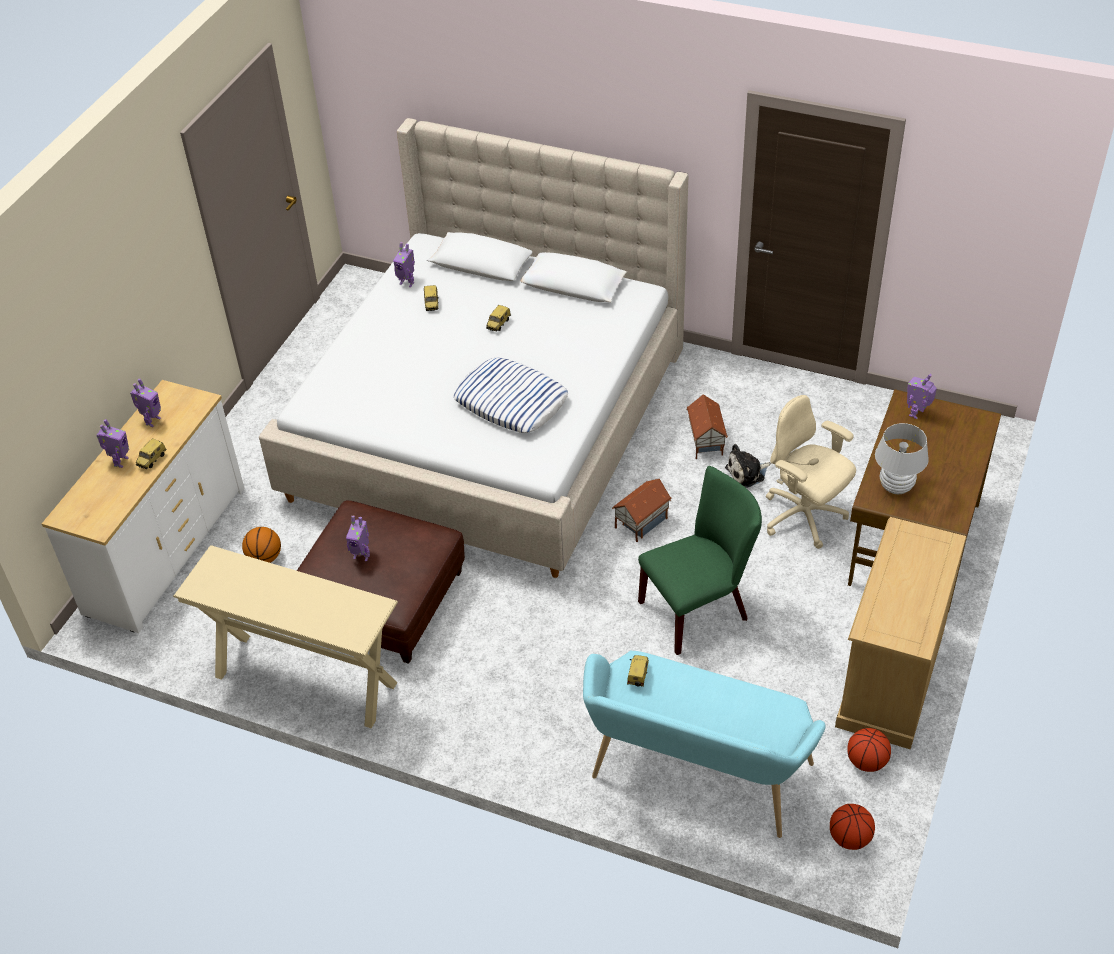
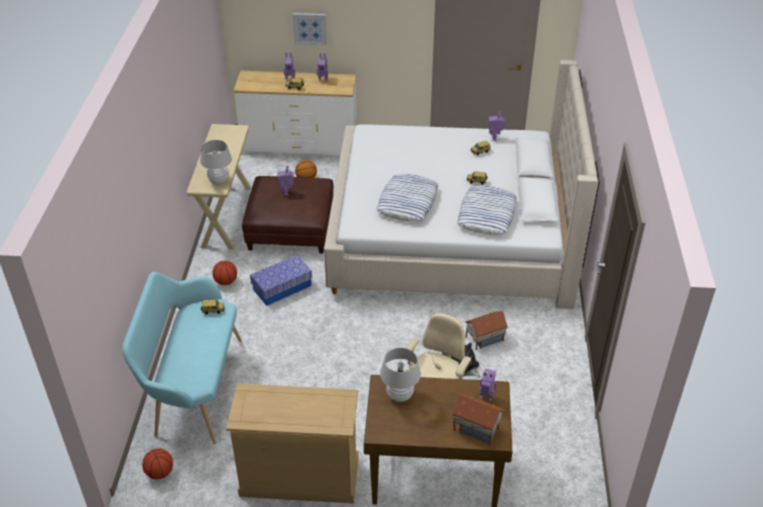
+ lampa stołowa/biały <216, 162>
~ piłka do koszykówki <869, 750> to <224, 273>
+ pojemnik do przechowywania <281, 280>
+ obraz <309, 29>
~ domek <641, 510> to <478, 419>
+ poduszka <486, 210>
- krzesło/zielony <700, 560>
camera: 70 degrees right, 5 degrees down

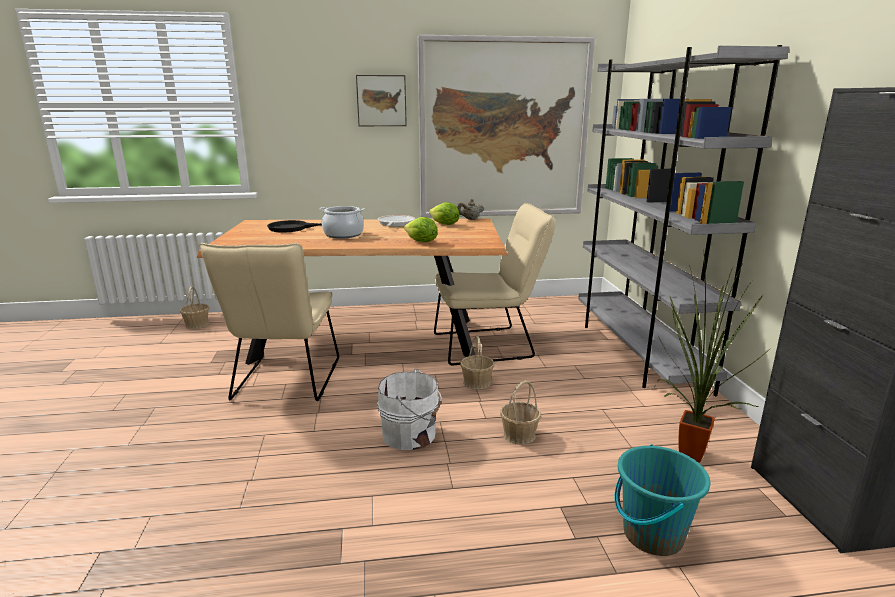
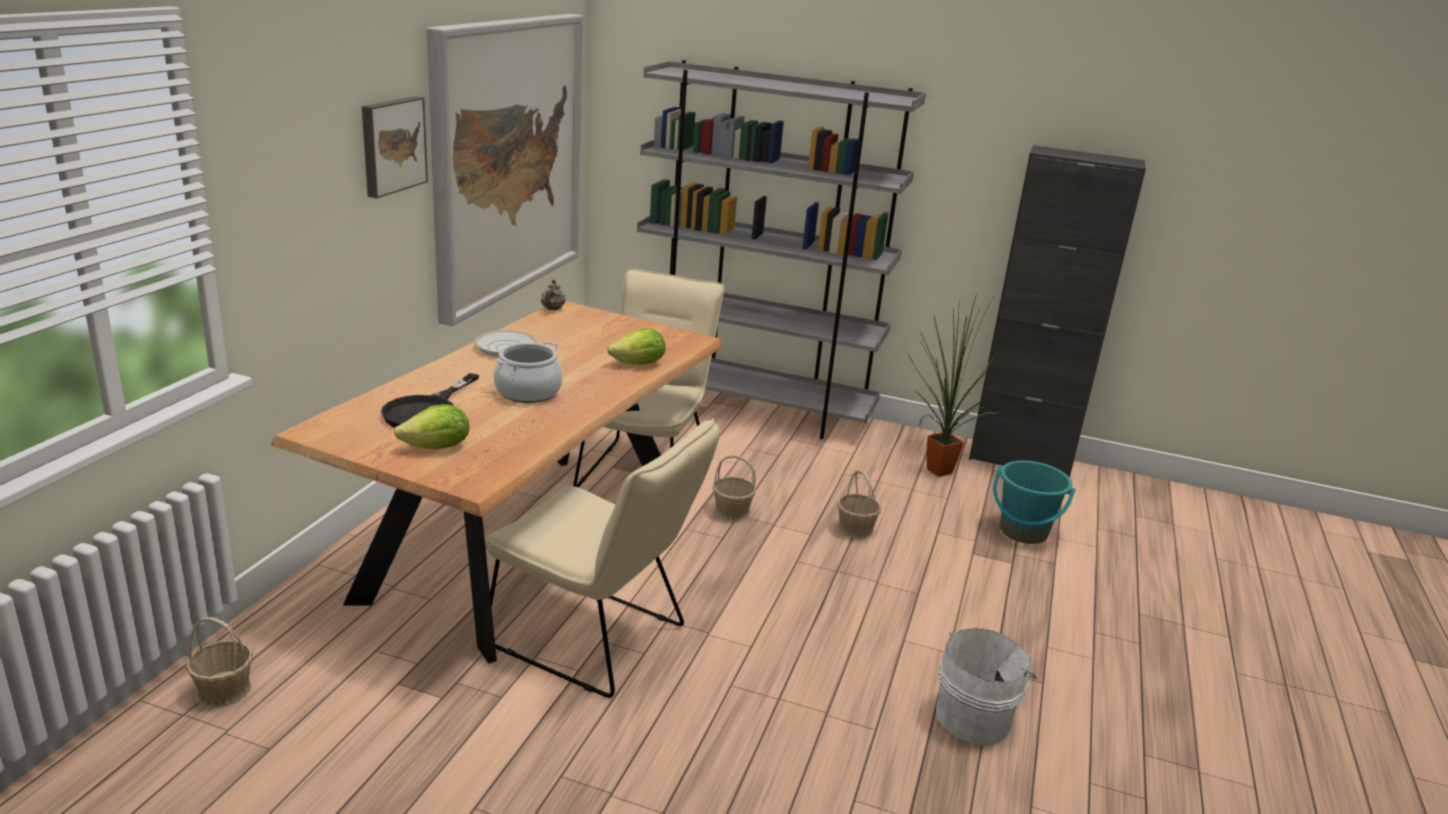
~ sałata <444, 213> to <431, 426>
~ wiadro/biały <409, 409> to <986, 687>
camera: 65 degrees left, 5 degrees up

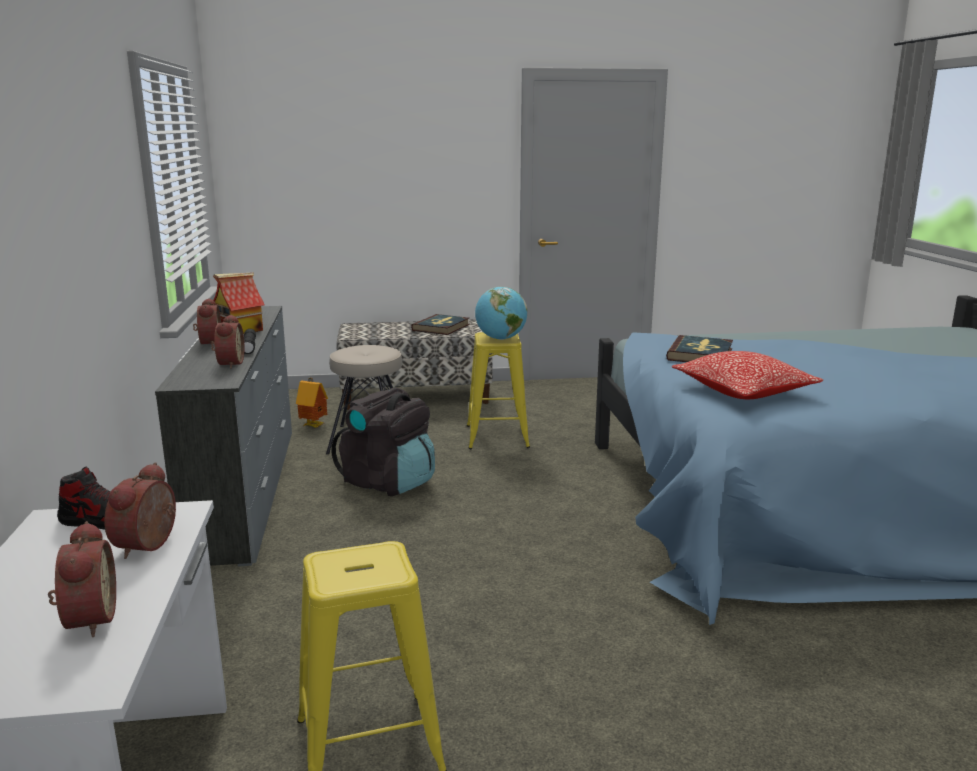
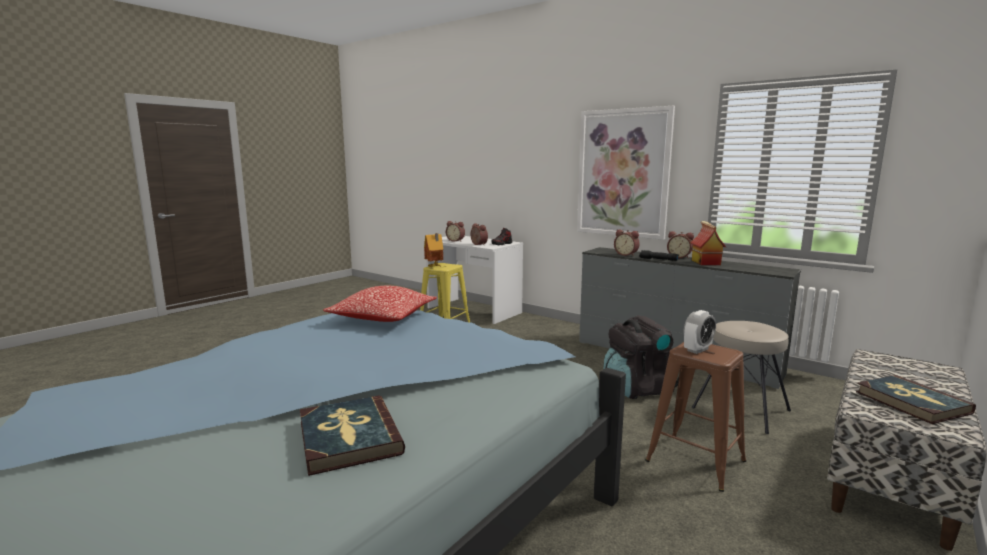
~ książka <699, 348> to <352, 435>
~ domek <312, 403> to <433, 250>
+ obraz <626, 173>
~ stołek/żółty <498, 390> to stołek/brązowy <696, 417>
~ globus <501, 313> to budzik <700, 332>
camera: 135 degrees right, 5 degrees down

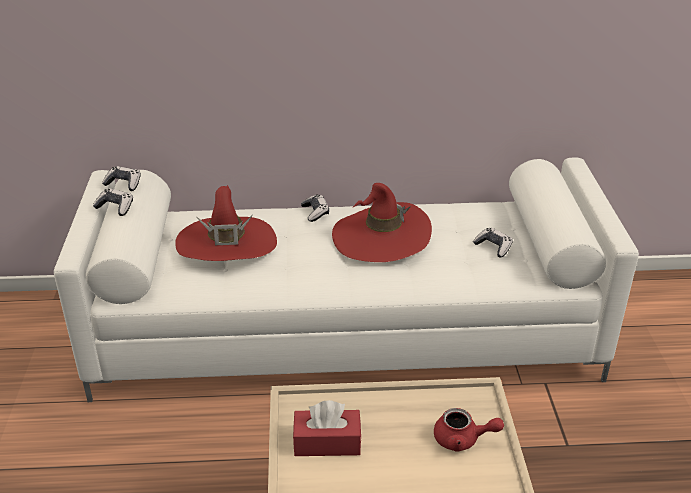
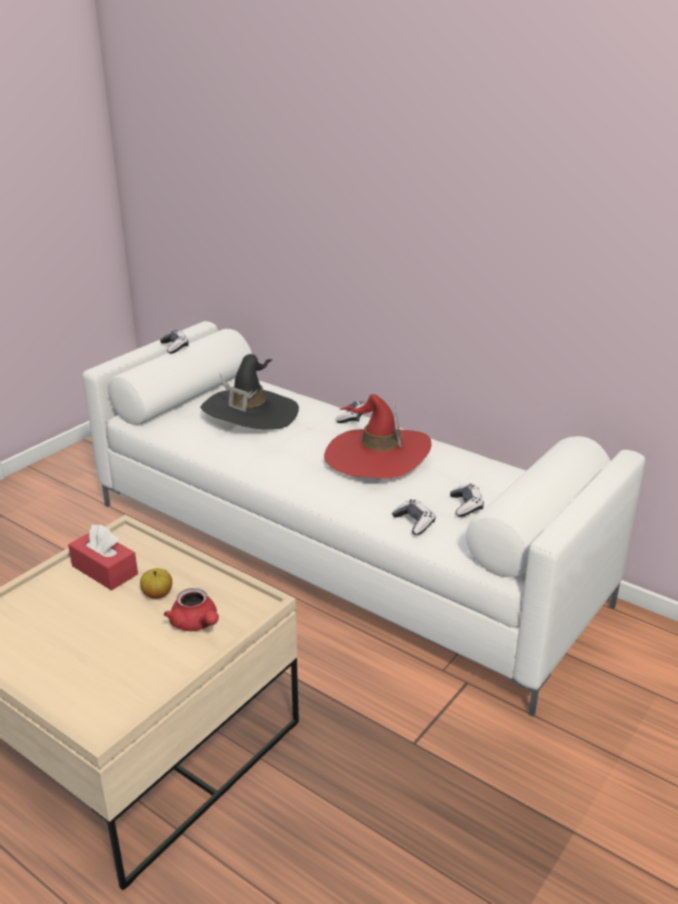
+ jabłko <156, 583>
~ kapelusz/czerwony <226, 223> to kapelusz/czarny <249, 391>
~ pad do gier <121, 178> to <414, 517>
camera: 40 degrees right, 5 degrees down

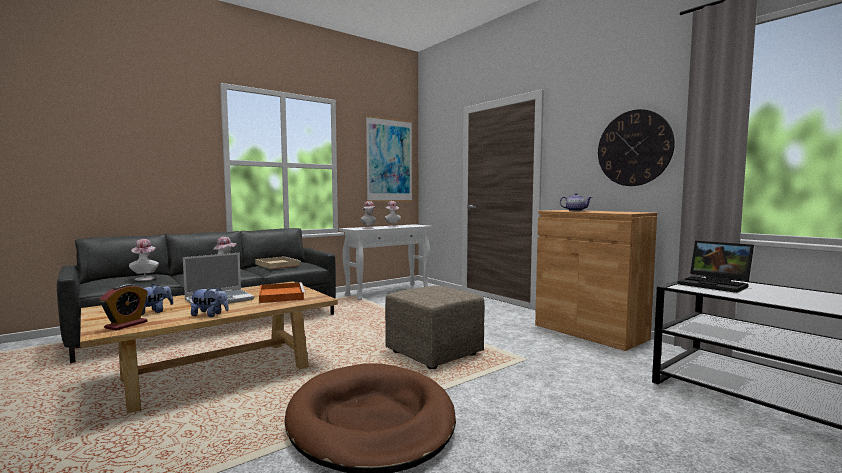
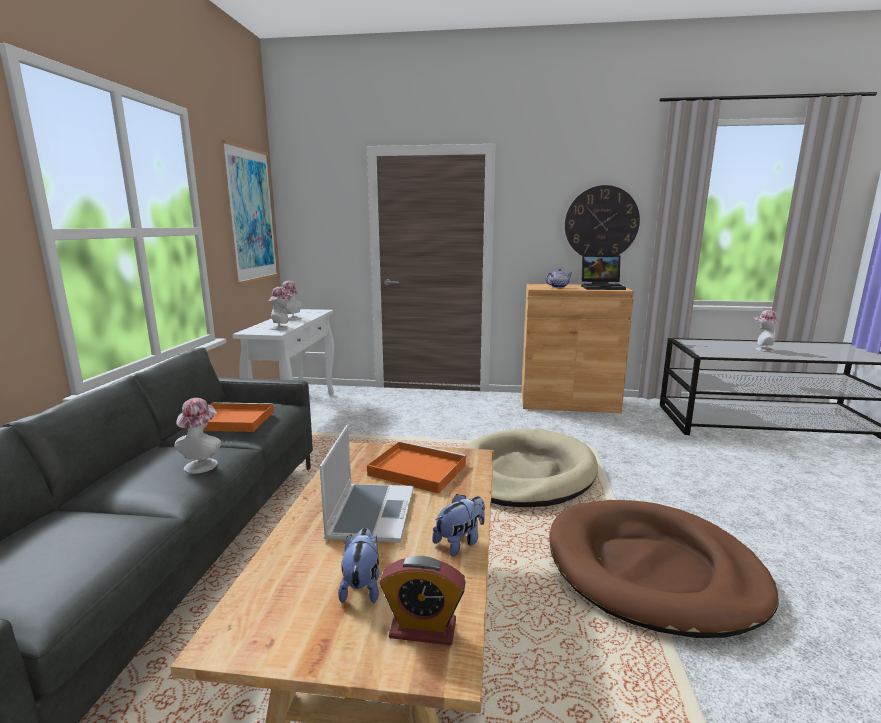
~ taca/beżowy <278, 262> to taca/pomarańczowy <230, 417>
~ budzik <123, 307> = <422, 600> 120 degrees clockwise
~ pufa/beżowy <435, 327> to legowisko/beżowy <531, 468>
~ laptop <716, 267> to <603, 272>
~ kapelusz <144, 260> to <767, 331>
camera: 45 degrees left, 10 degrees up

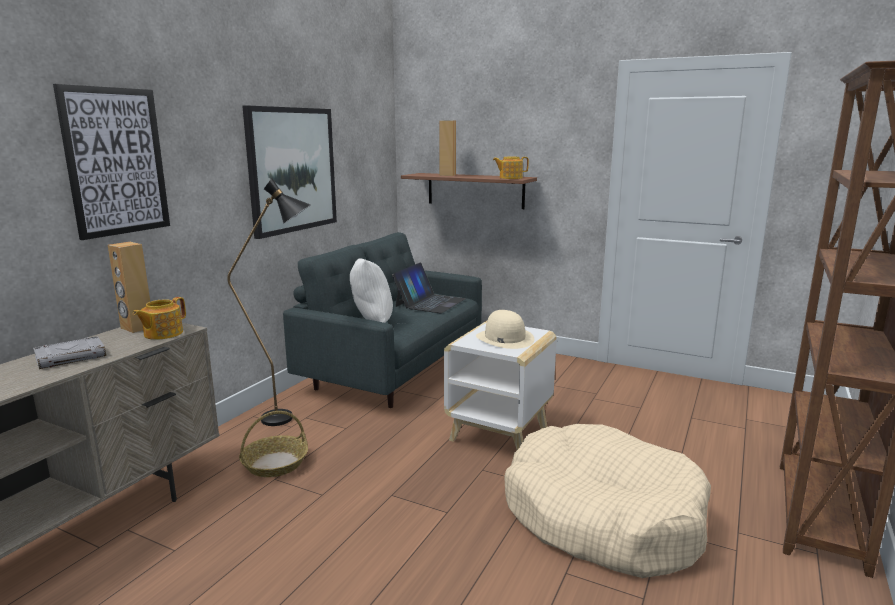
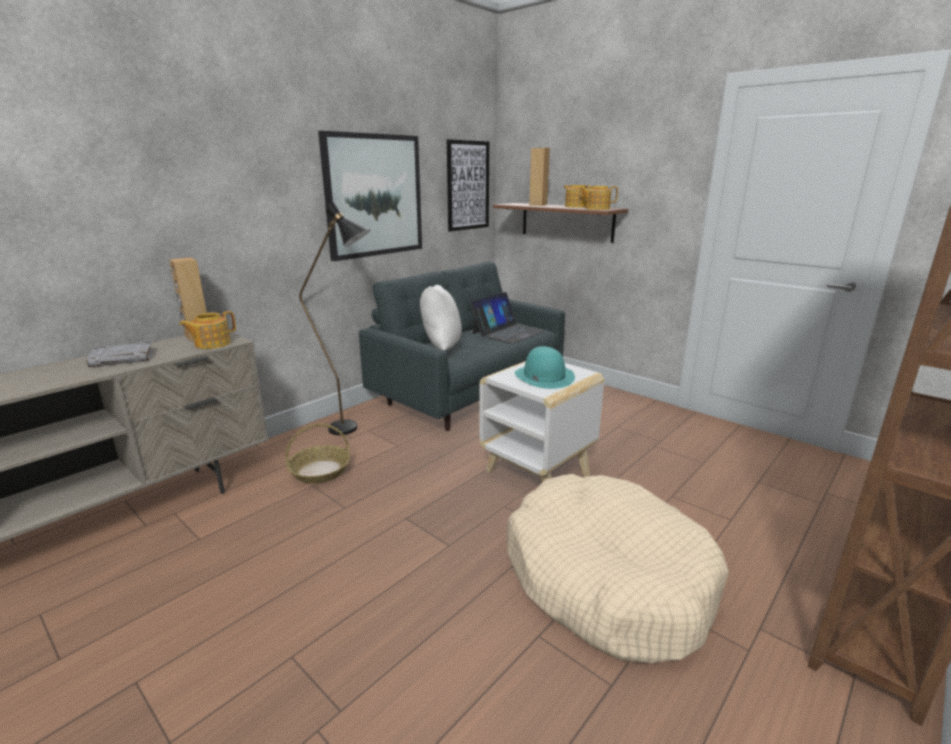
~ obraz <111, 162> to <468, 185>
~ kapelusz/beżowy <505, 329> to kapelusz/turkusowy <545, 367>
+ imbryk <577, 196>
camera: 15 degrees right, 5 degrees up

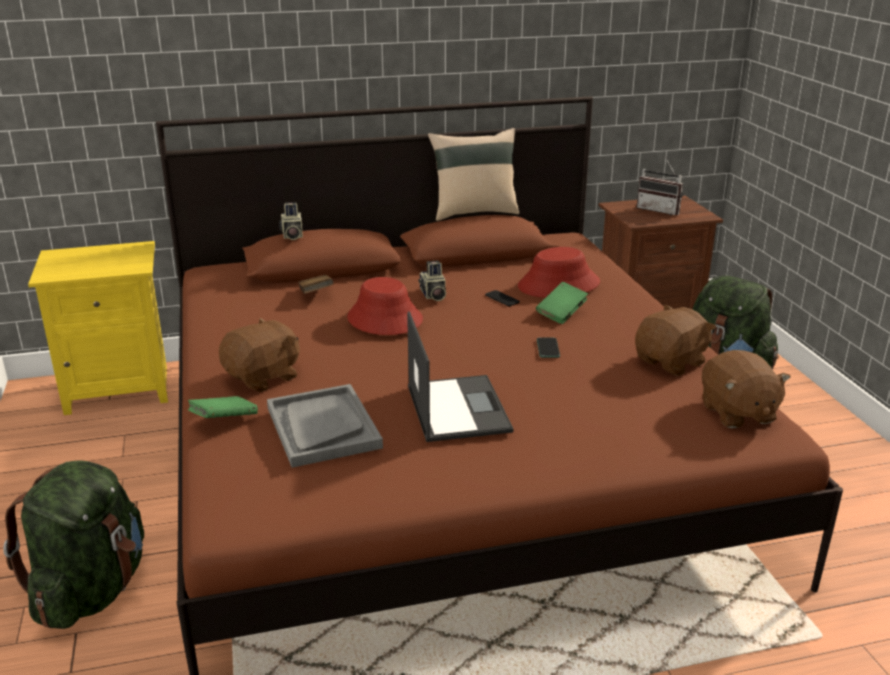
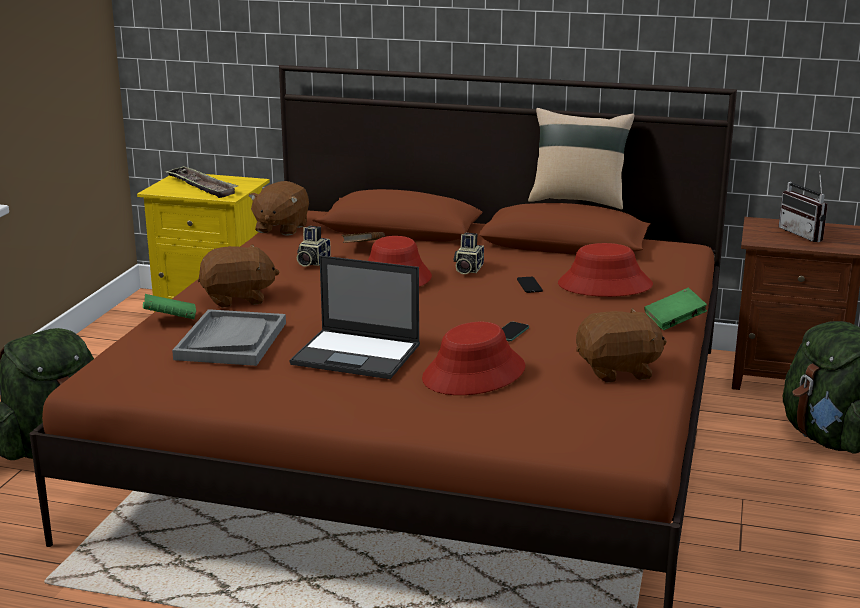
+ taca <202, 182>
~ pluszak/brązowy <746, 389> to <278, 208>
~ laptop <460, 376> = <355, 317> 90 degrees clockwise
~ aparat fotograficzny <291, 221> to <314, 246>
+ kapelusz/czerwony <473, 358>
~ książka/zielony <562, 303> to <675, 309>
camera: 30 degrees right, 5 degrees down

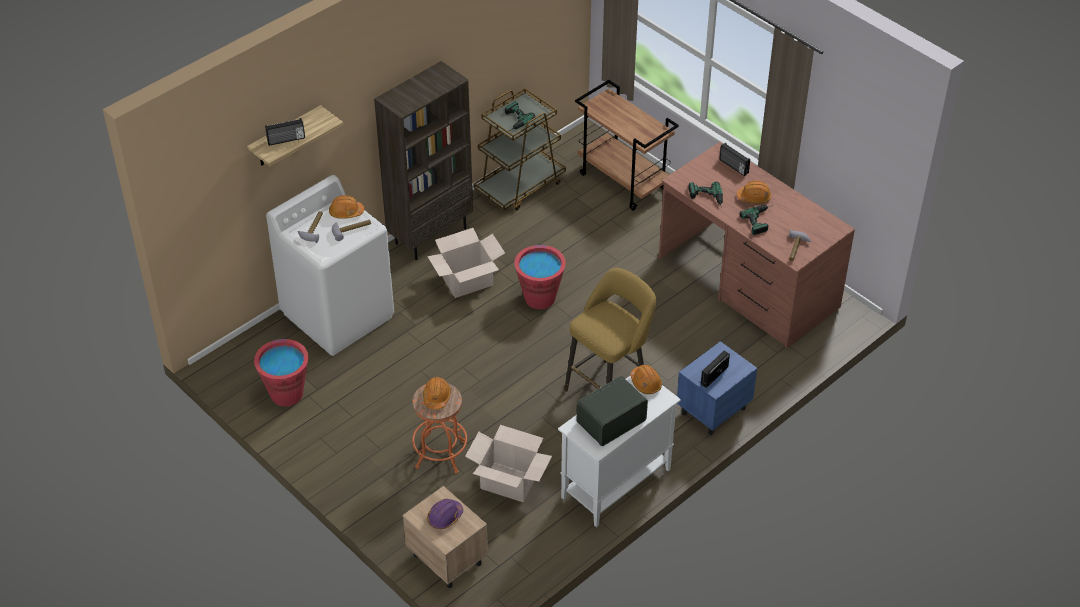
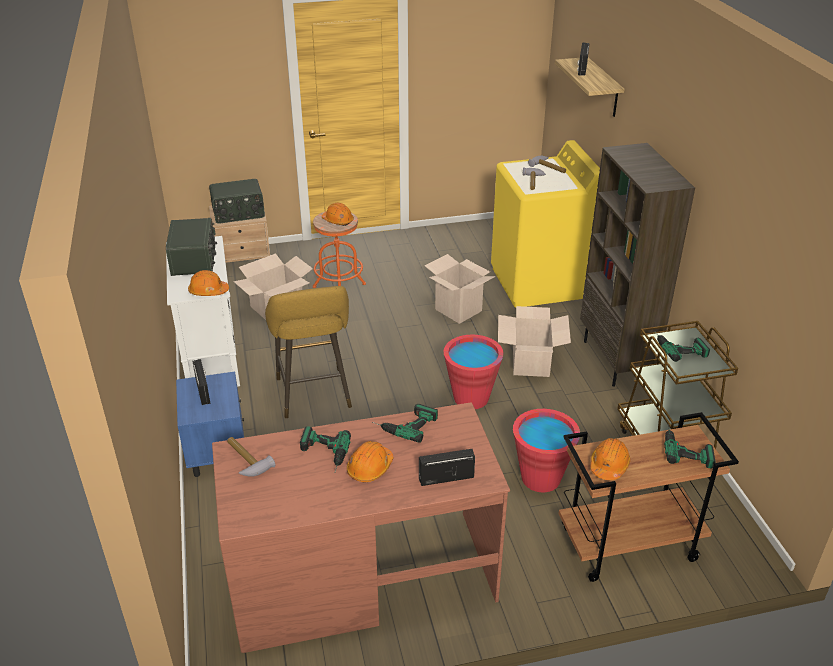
~ kask/fioletowy <445, 514> to radio <237, 201>
+ karton <460, 289>
~ pralka/biały <330, 265> to pralka/żółty <545, 224>
~ wiadro/czerwony <281, 372> to <546, 450>
~ kask/pomarańczowy <346, 207> to <610, 459>
+ wiertarka <690, 446>
camera: 120 degrees right, 10 degrees down

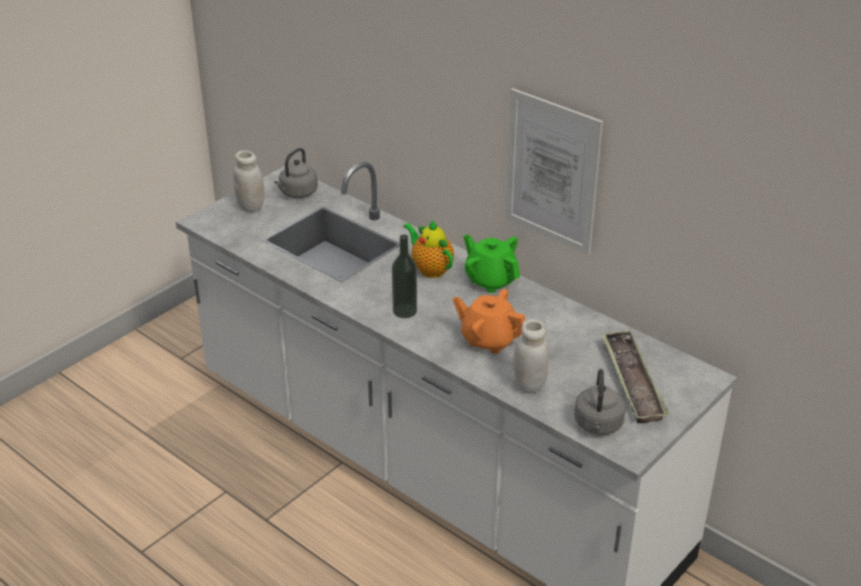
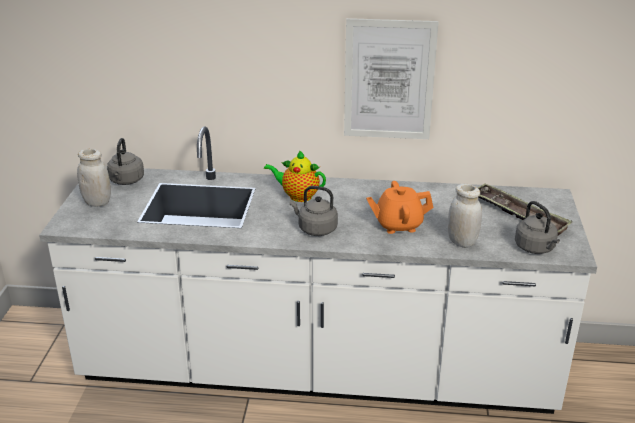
~ butelka <404, 276> to czajnik/szary <314, 211>
- imbryk/zielony <492, 263>
camera: 35 degrees left, 5 degrees down

